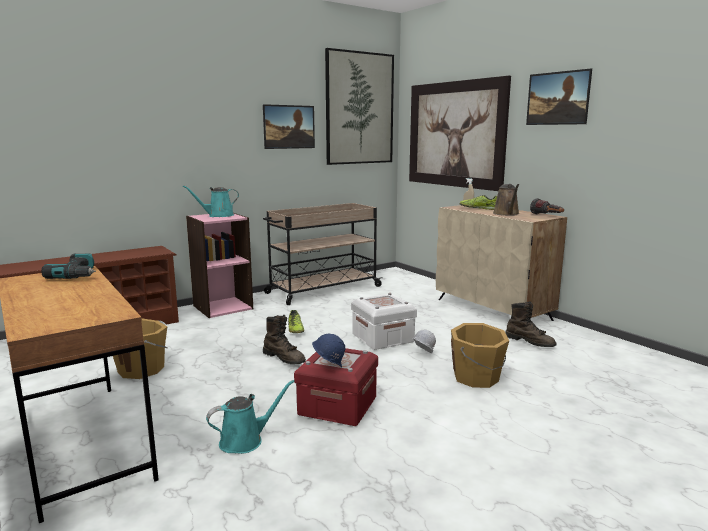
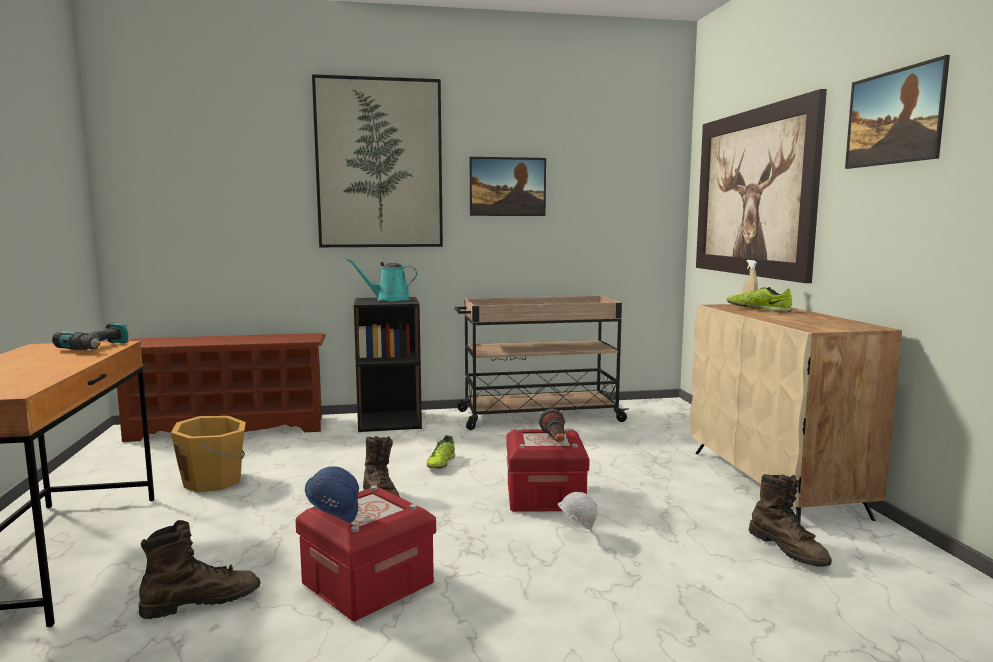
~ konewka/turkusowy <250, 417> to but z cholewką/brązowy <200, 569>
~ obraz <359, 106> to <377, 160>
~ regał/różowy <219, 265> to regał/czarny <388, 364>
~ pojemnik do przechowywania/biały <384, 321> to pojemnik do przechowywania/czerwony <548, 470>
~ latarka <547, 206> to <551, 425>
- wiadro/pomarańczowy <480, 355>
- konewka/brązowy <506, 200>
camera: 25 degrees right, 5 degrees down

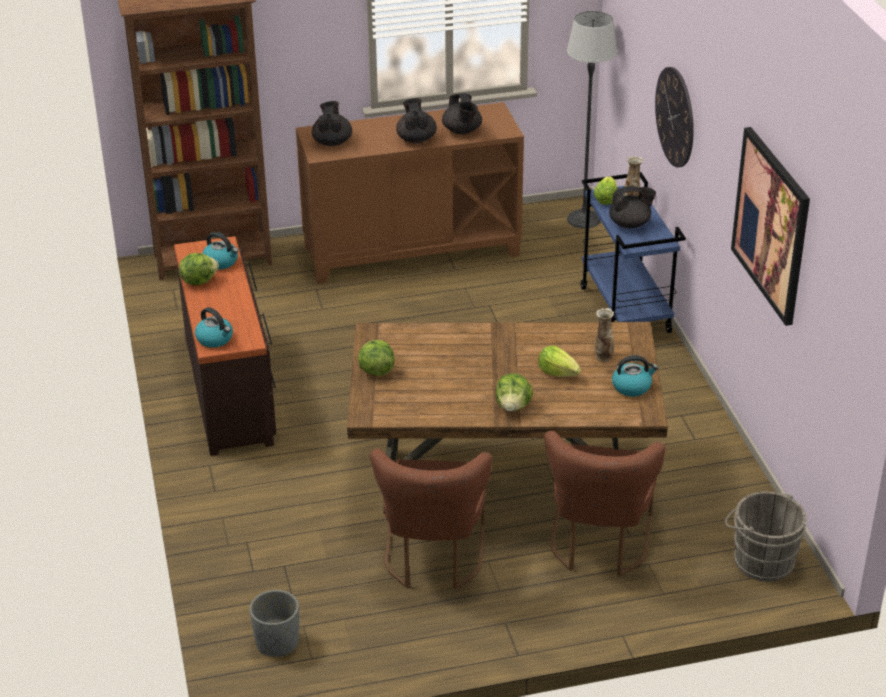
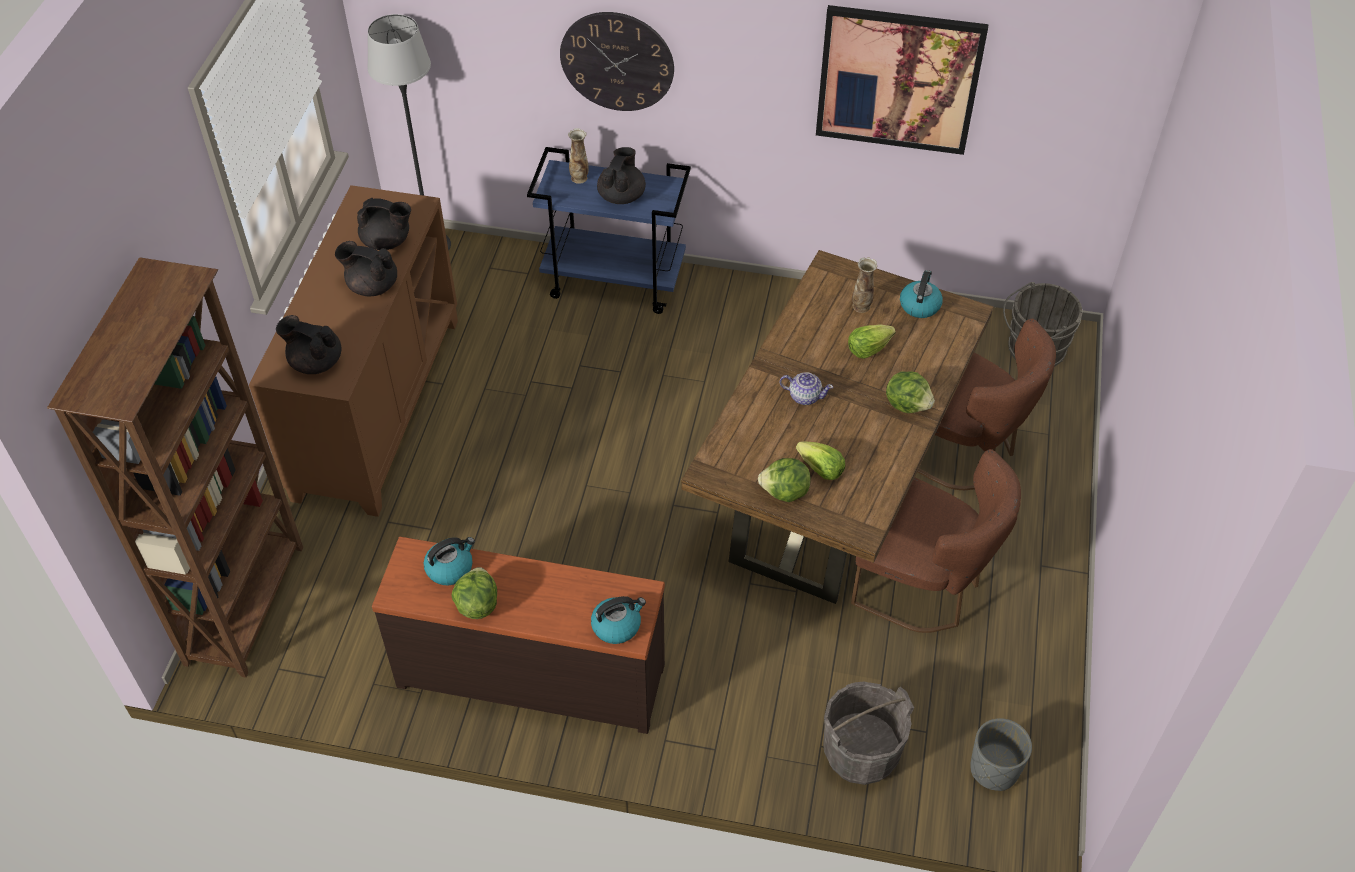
+ imbryk <806, 388>
~ sałata <605, 190> to <820, 460>
+ wiadro/szary <868, 733>
camera: 65 degrees left, 15 degrees up

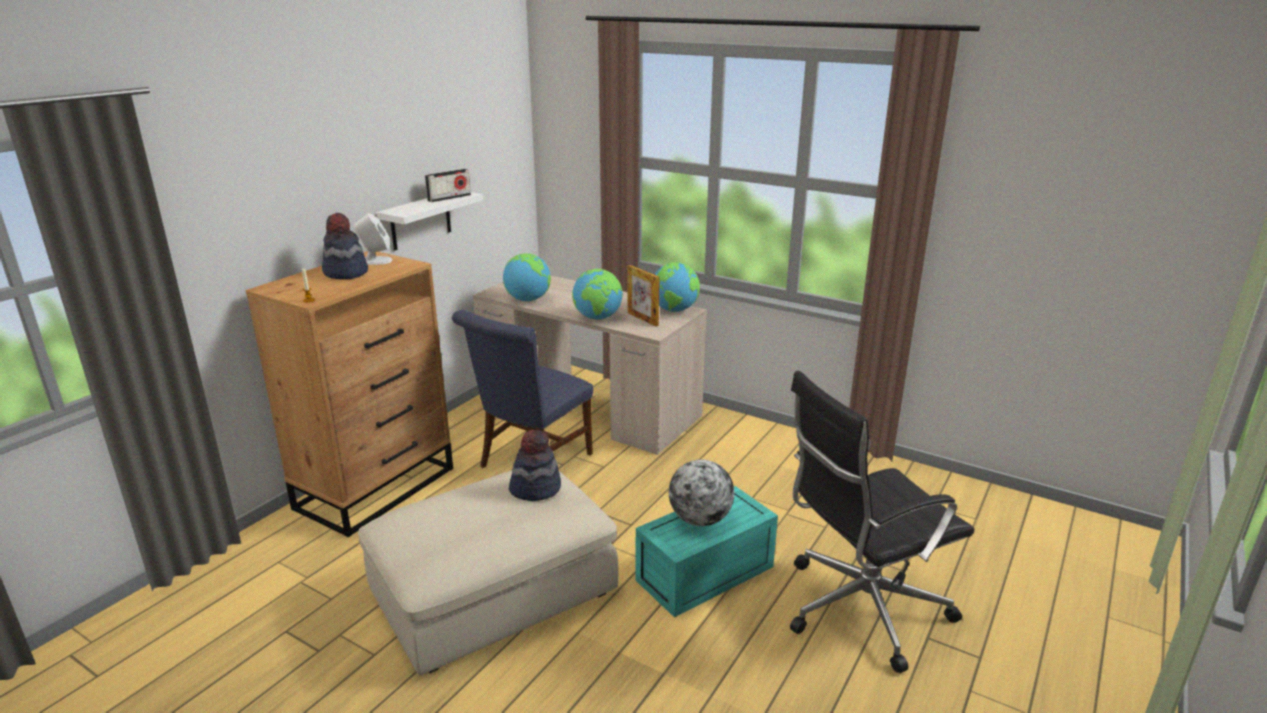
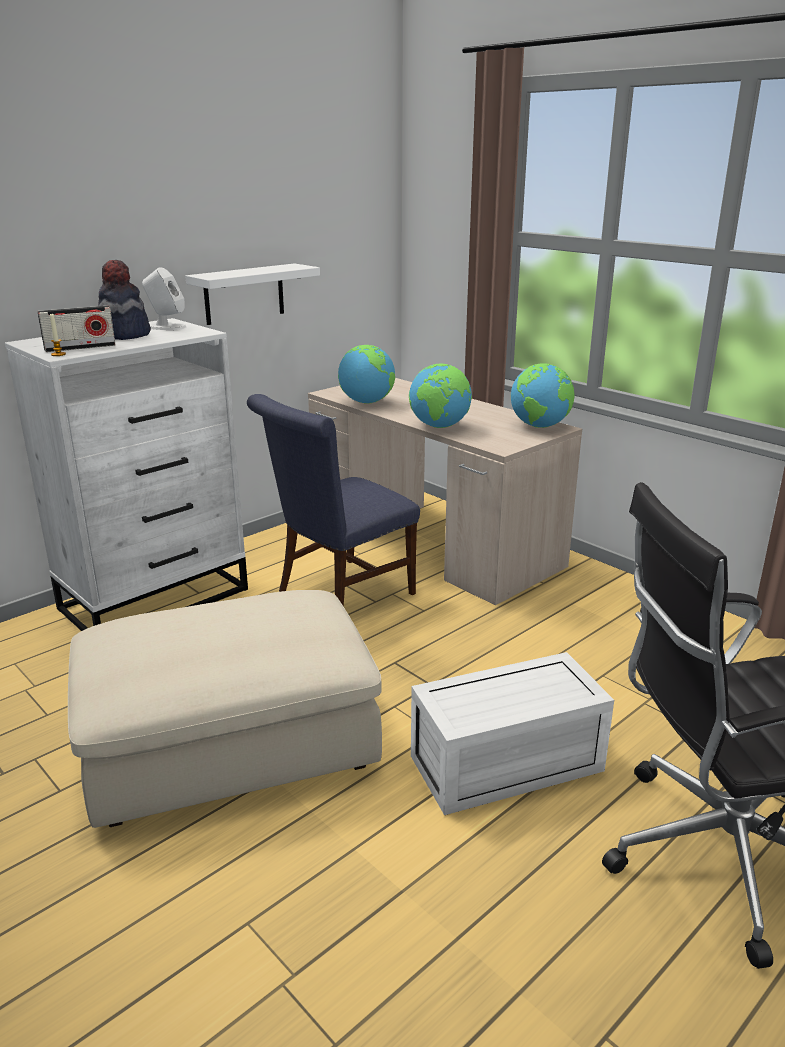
~ komoda/brązowy <349, 394> to komoda/biały <126, 474>
~ radio <448, 185> to <76, 329>
~ pojemnik do przechowywania/turkusowy <706, 551> to pojemnik do przechowywania/biały <512, 733>
- kapelusz <535, 465>
- ramka na zdjęcie <643, 295>
- globus <701, 492>
camera: 15 degrees right, 0 degrees up

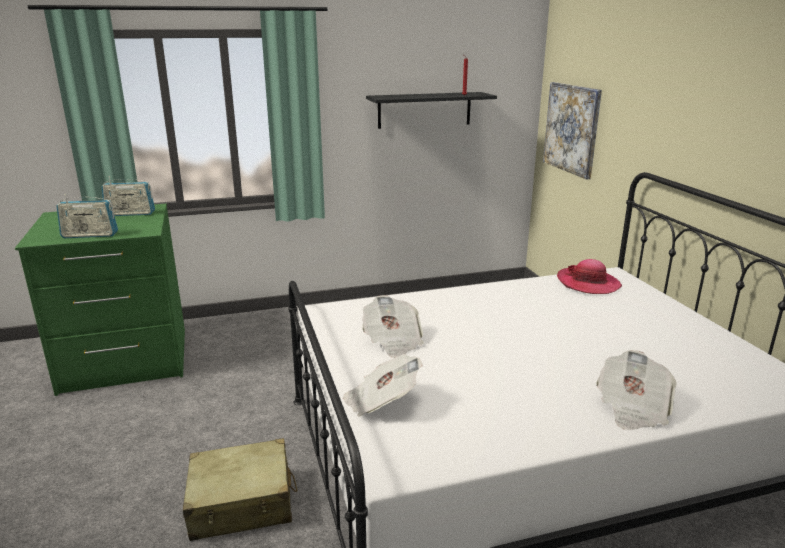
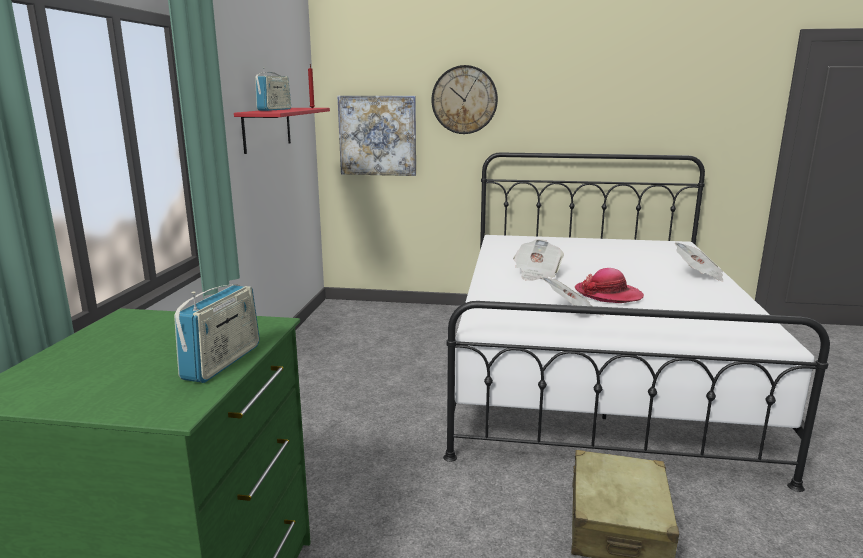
~ półka/czarny <431, 110> to półka/czerwony <282, 131>
~ radio <128, 196> to <273, 89>
+ zegar ścienny <465, 99>
~ gazeta <383, 385> to <538, 260>
~ kapelusz <589, 276> to <609, 285>
camera: 65 degrees left, 5 degrees down

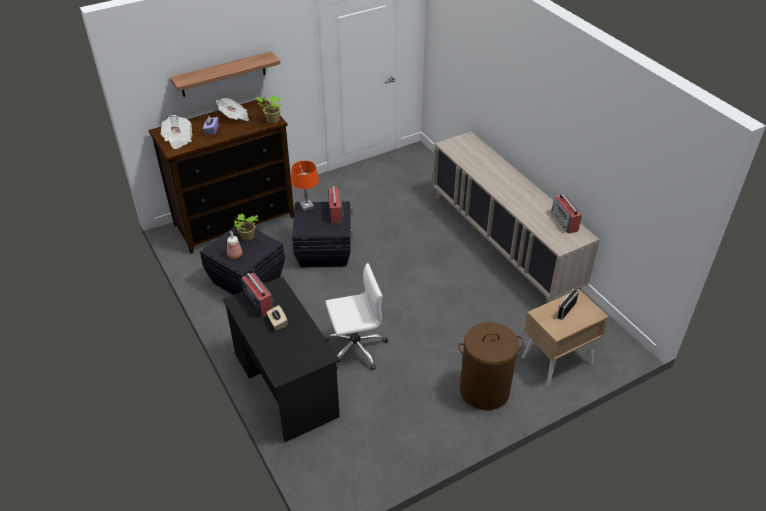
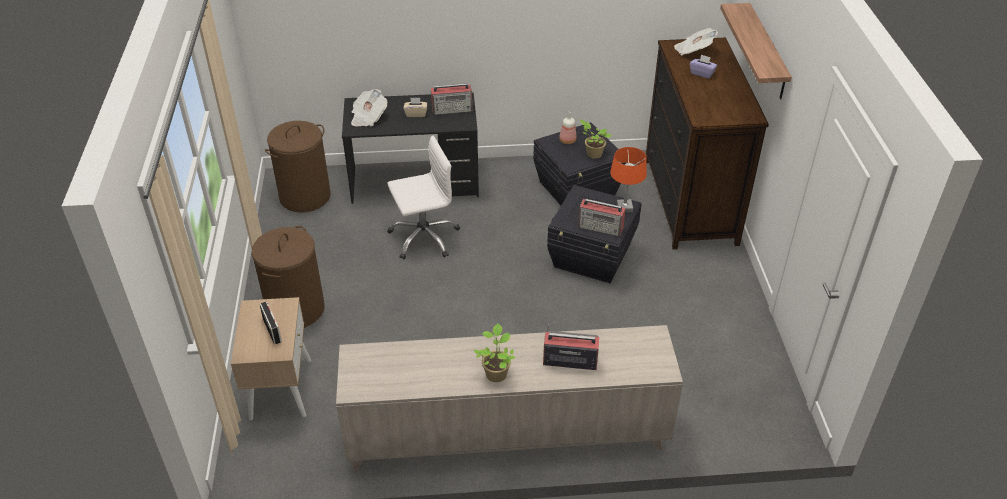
+ kosz na pranie/brązowy <298, 167>
~ gazeta <232, 109> to <369, 107>
~ krzesło biurowe/biały <356, 316> = <423, 197> 120 degrees counterclockwise
~ roślina doniczkowa <268, 109> to <494, 352>
~ radio <566, 214> to <571, 347>
camera: 115 degrees right, 0 degrees up

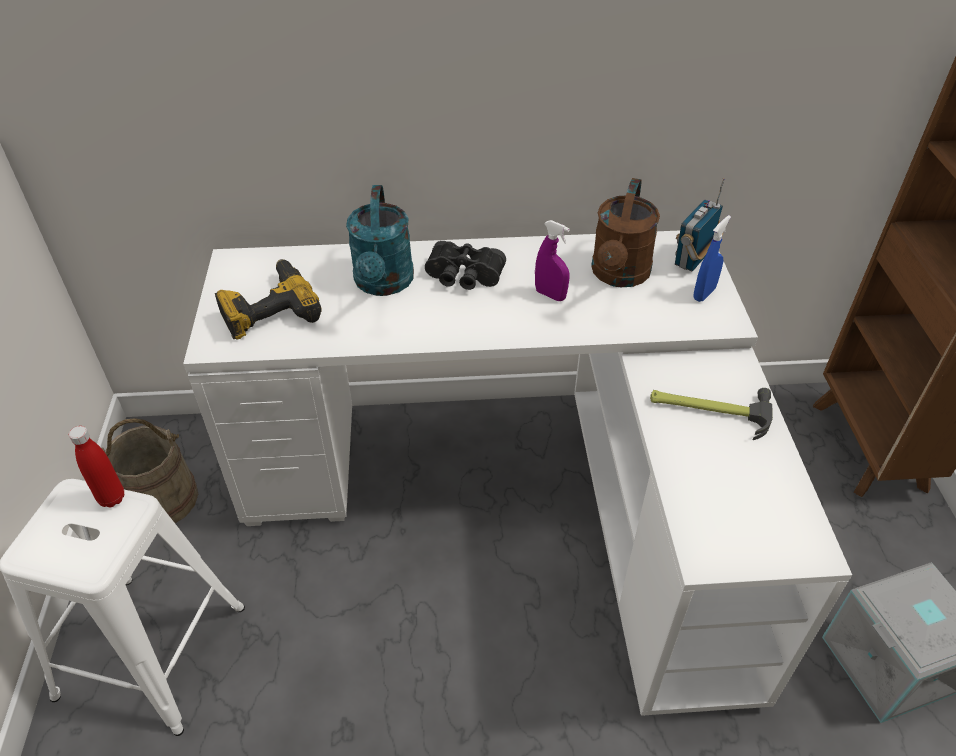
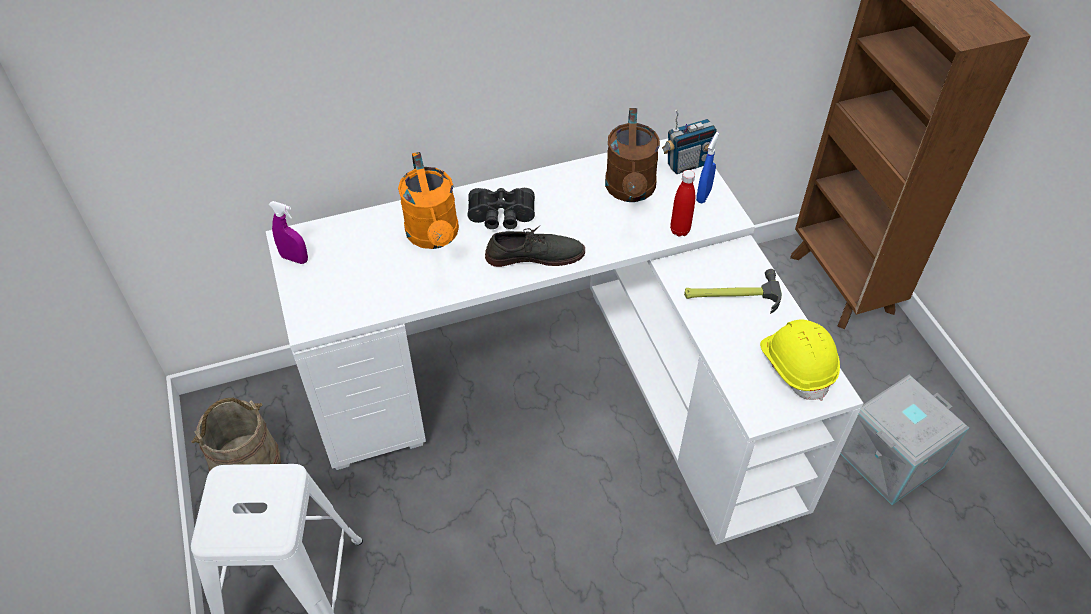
~ spryskiwacz/fioletowy <552, 260> to <288, 232>
~ konewka/turkusowy <380, 240> to konewka/pomarańczowy <428, 200>
+ but/szary <535, 246>
~ radio <700, 225> = <689, 141> 135 degrees counterclockwise
~ butelka/czerwony <96, 467> to <682, 203>
+ kask/żółty <800, 360>
- wiertarka <268, 299>
camera: 15 degrees left, 5 degrees up

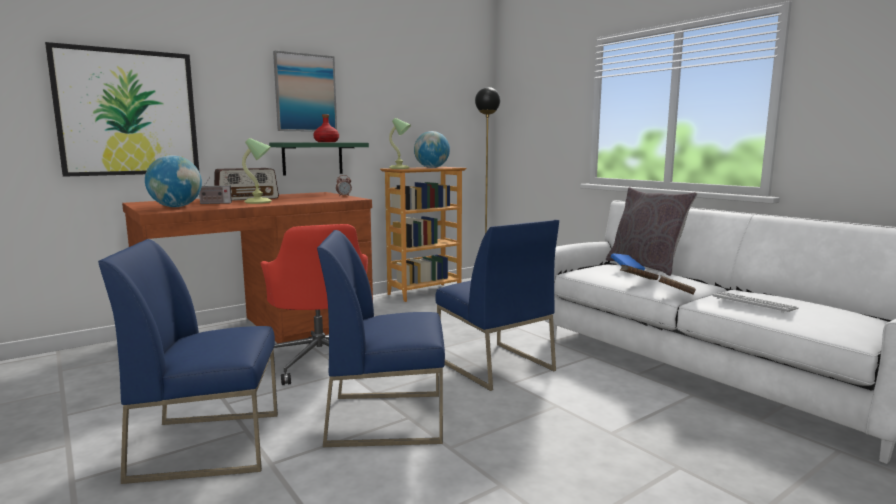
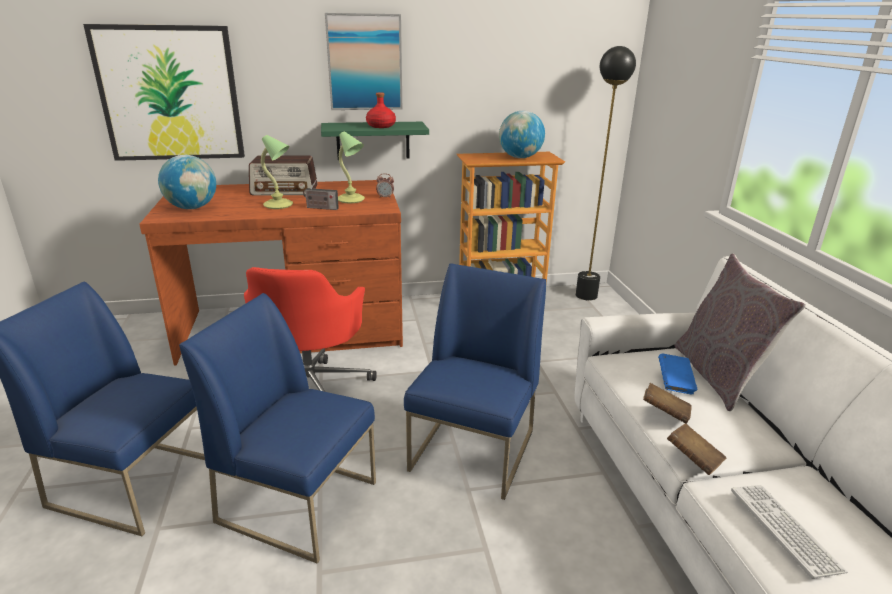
~ radio <215, 190> to <321, 194>
~ lampa stołowa <400, 143> to <351, 167>
~ krzesło/niebieski <497, 305> = <475, 381> 150 degrees counterclockwise
camera: 25 degrees right, 15 degrees up

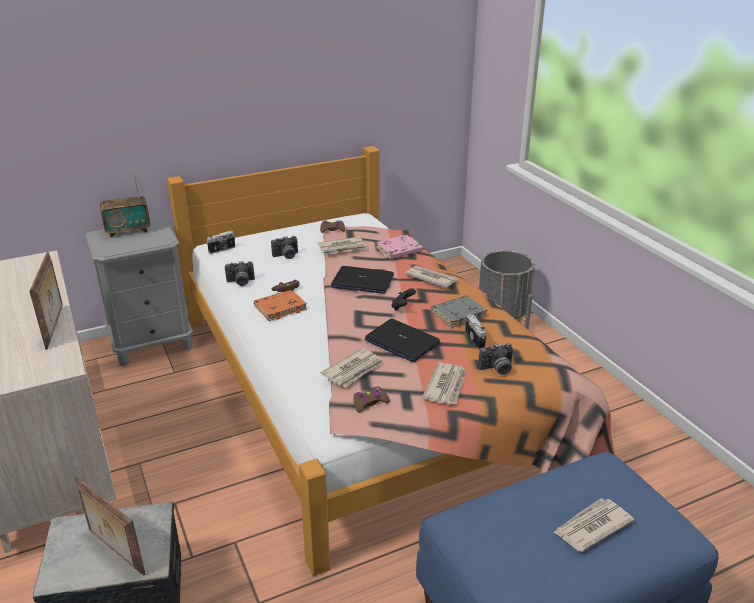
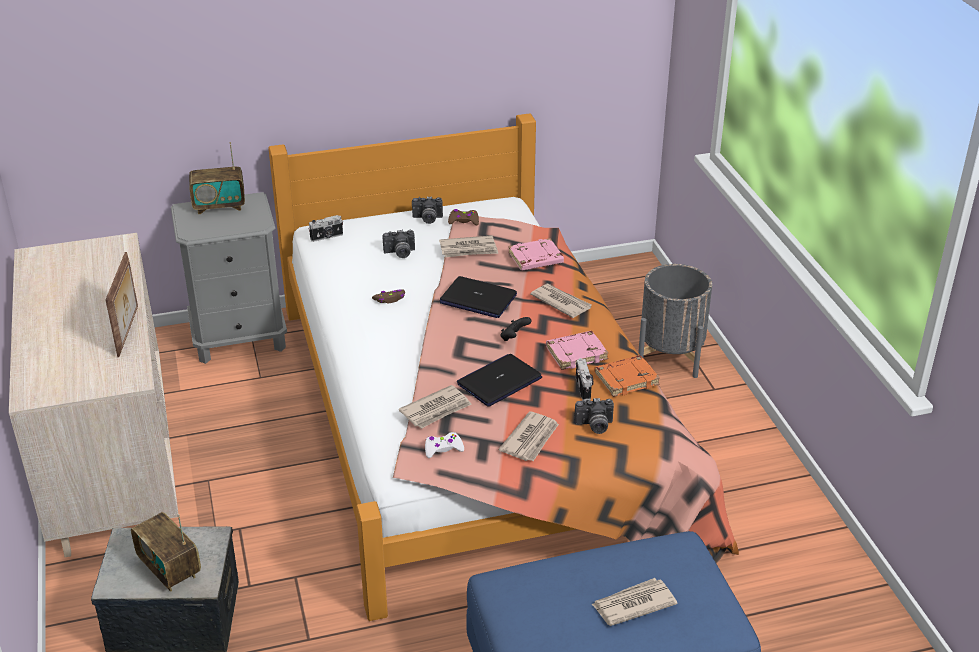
~ ramka na zdjęcie <110, 526> to radio <166, 552>
~ aparat fotograficzny <240, 273> to <427, 210>
~ pad do gier/brązowy <372, 399> to pad do gier/biały <444, 445>
~ laptop <402, 340> = <499, 380> 90 degrees clockwise
~ książka/szary <459, 311> to książka/różowy <577, 350>
~ książka/pomarańczowy <280, 305> to <627, 376>
camera: 10 degrees right, 5 degrees up

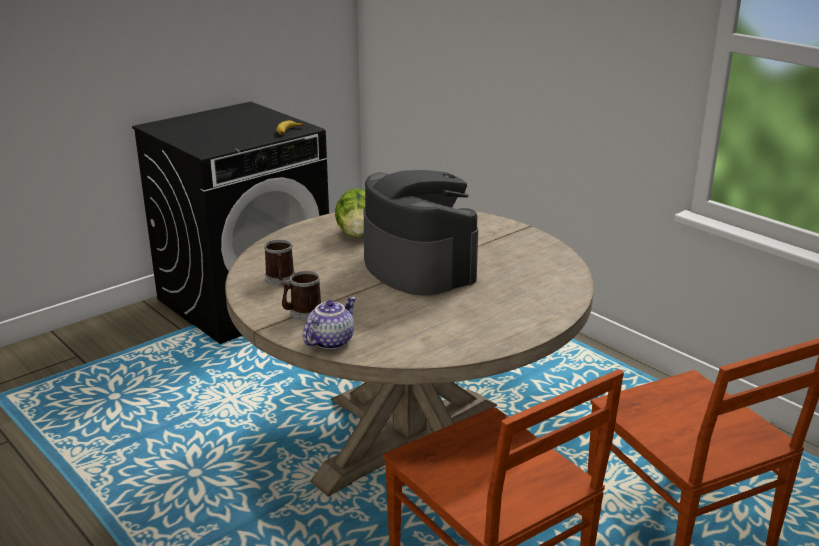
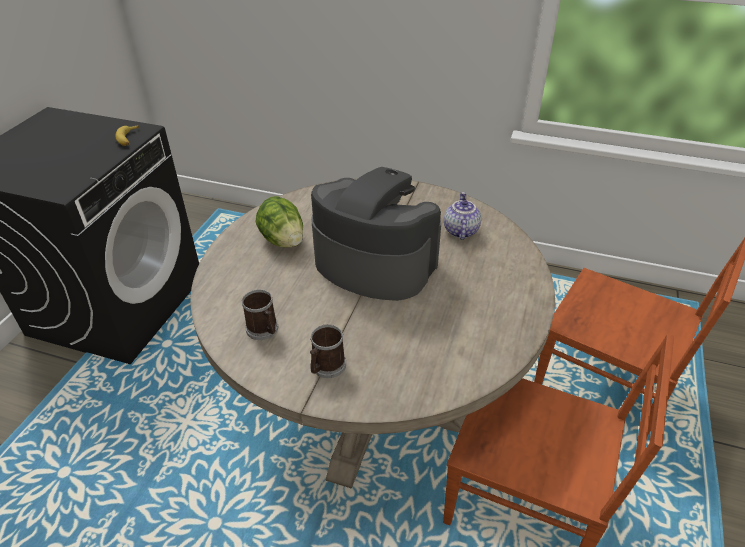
~ imbryk <329, 323> to <462, 216>
camera: 30 degrees left, 15 degrees up

